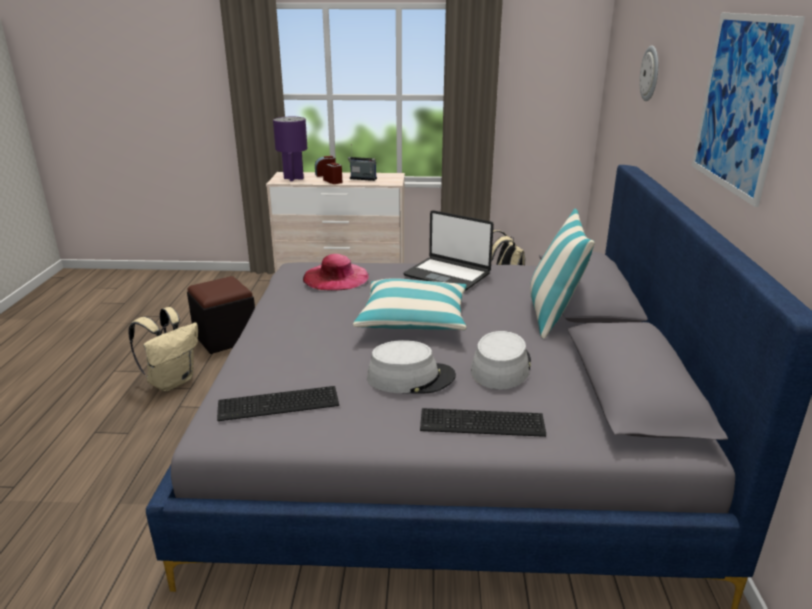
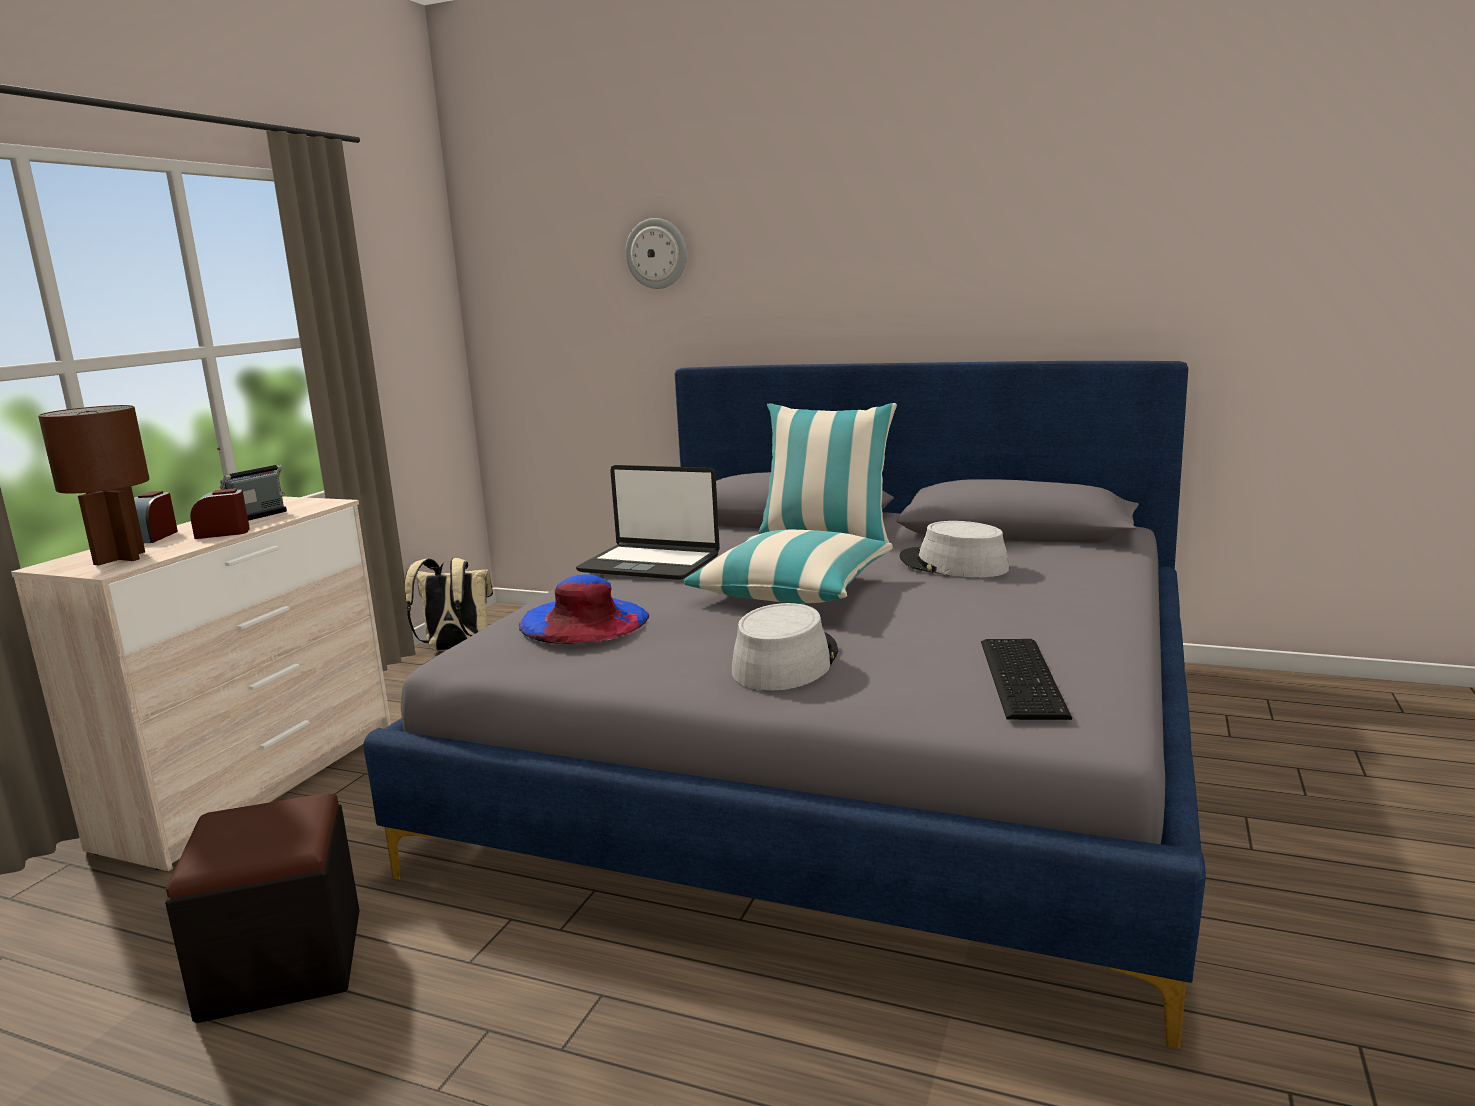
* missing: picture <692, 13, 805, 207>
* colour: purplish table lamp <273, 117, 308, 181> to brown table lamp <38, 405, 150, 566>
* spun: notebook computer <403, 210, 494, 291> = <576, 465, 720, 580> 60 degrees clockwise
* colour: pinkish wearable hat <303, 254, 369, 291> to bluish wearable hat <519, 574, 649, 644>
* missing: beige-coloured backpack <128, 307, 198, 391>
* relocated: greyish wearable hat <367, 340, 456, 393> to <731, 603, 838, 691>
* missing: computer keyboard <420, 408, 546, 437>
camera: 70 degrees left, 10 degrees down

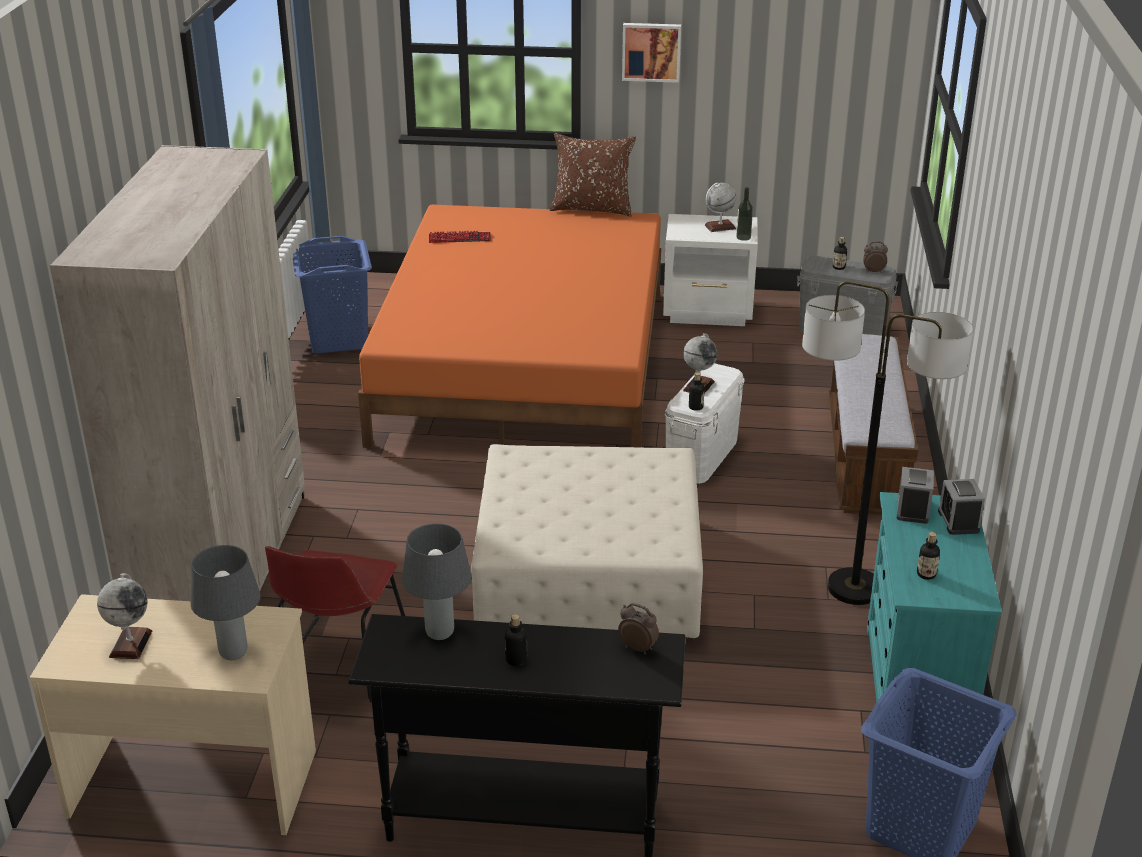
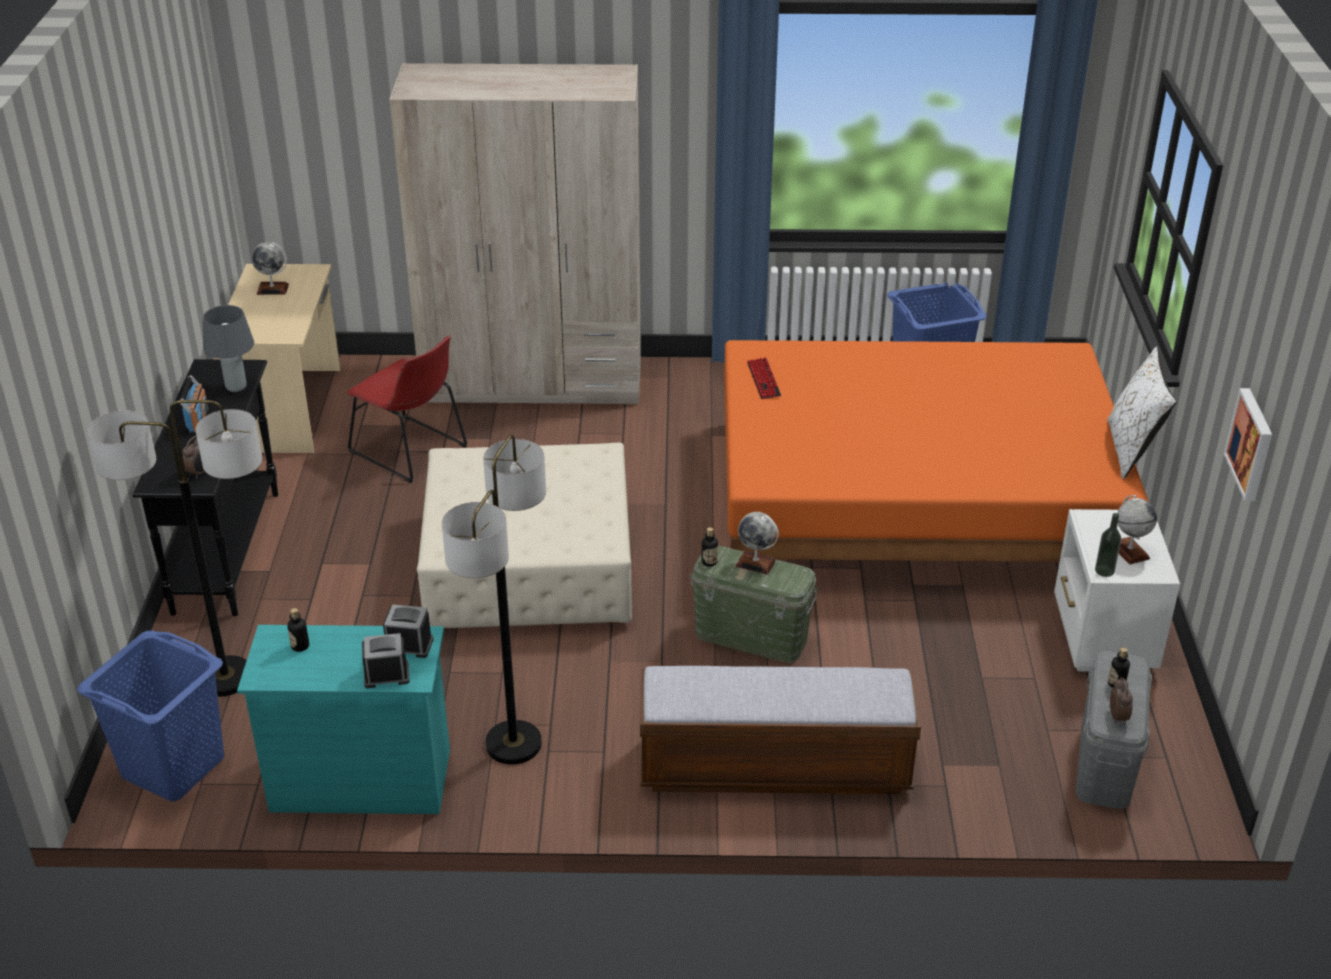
* relocated: picture <622, 23, 681, 83> to <1224, 388, 1272, 501>
* colour: brown pillow <550, 133, 636, 217> to white pillow <1107, 346, 1177, 479>
* relocated: computer keyboard <429, 231, 491, 243> to <747, 357, 781, 399>
* colour: white storage container <665, 363, 744, 484> to greenish storage container <690, 546, 818, 663>
* missing: greyish table lamp <191, 545, 261, 660>
* spun: red-coloured upright chair <265, 546, 405, 702> = <347, 335, 467, 483> 150 degrees counterclockwise
* exchanged: drink bottle <505, 614, 527, 666> to radio set <180, 375, 209, 433>
* appeared: standing lamp <87, 400, 262, 696>
camera: 85 degrees right, 5 degrees up

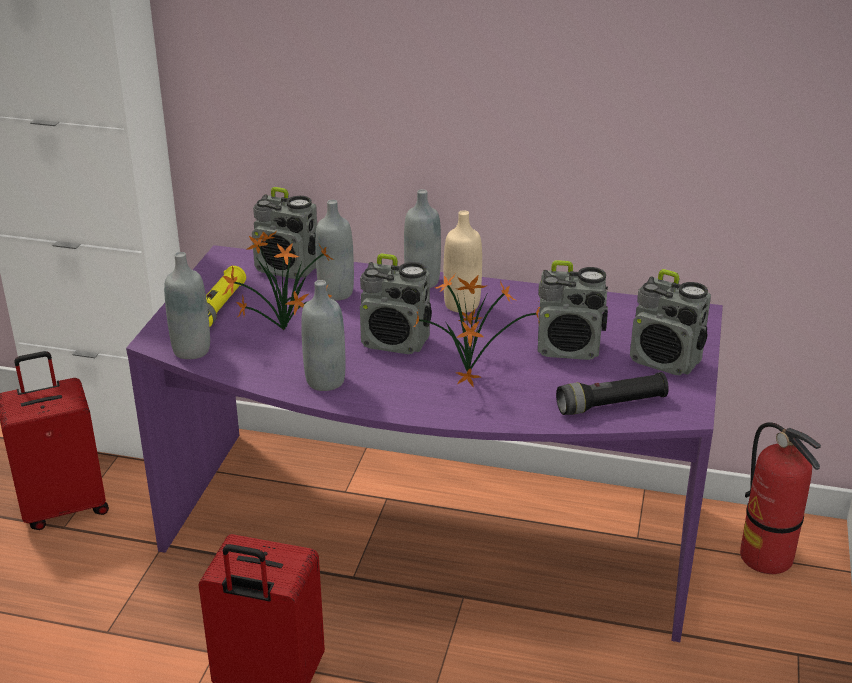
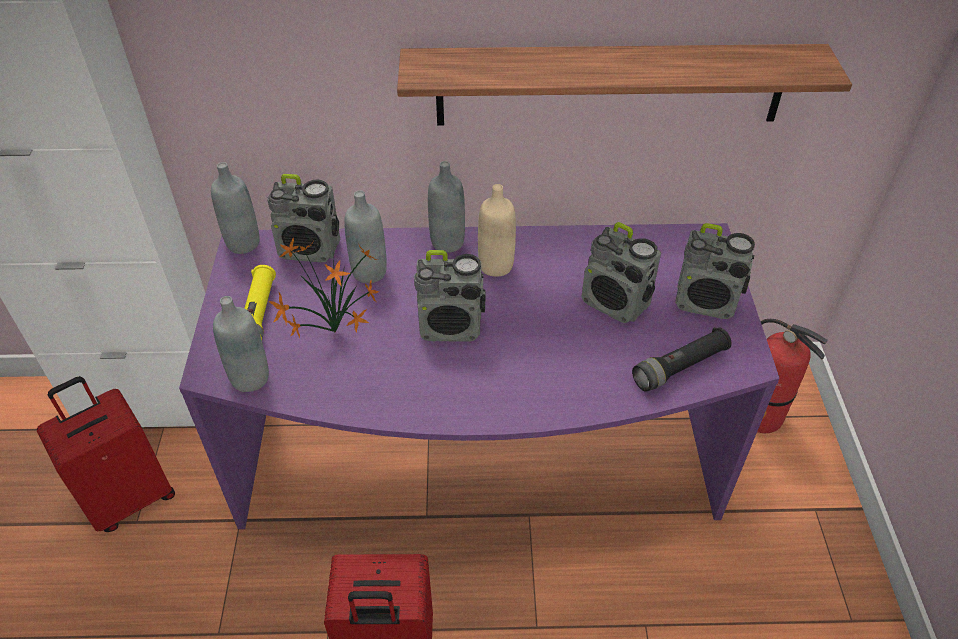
* spun: radio set <538, 260, 608, 360> = <582, 222, 661, 323> 45 degrees clockwise
* missing: potted plant <414, 274, 541, 388>
* relocated: greyish drink bottle <301, 280, 345, 391> to <211, 162, 260, 254>
* appeared: wall shelf <397, 44, 852, 126>
camera: 15 degrees left, 15 degrees up

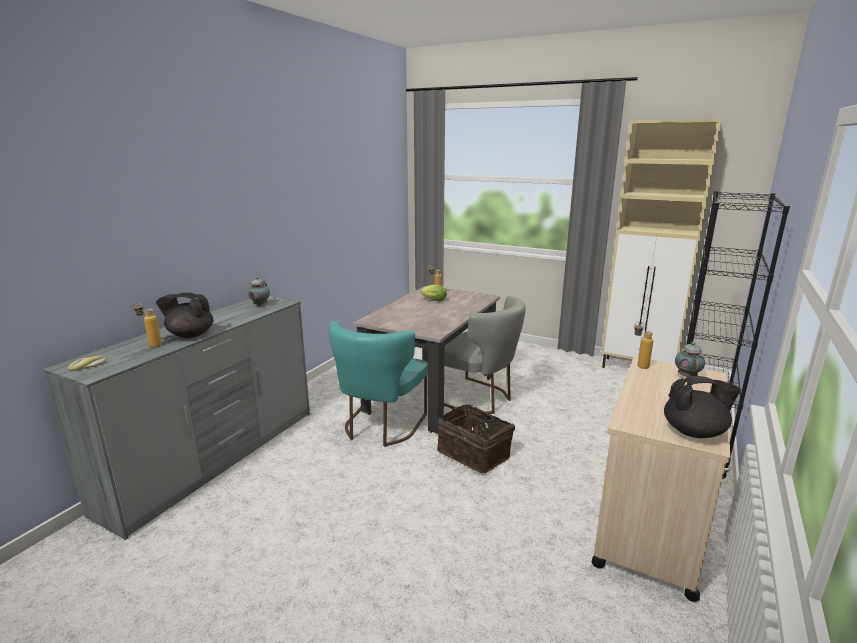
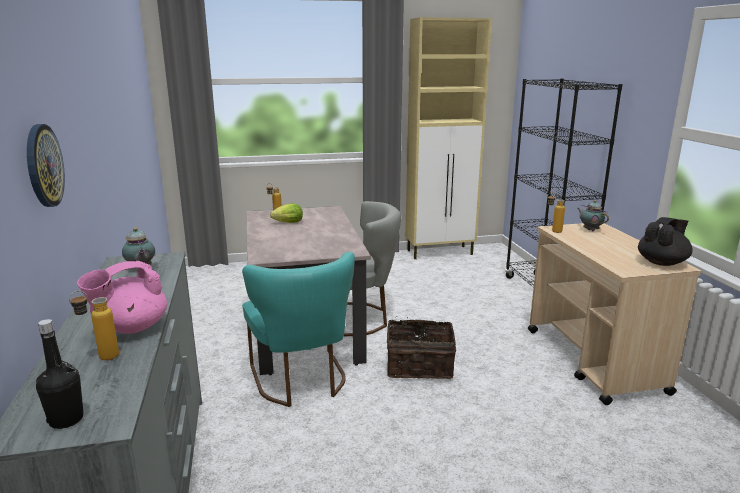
* colour: blackish tea pot <156, 293, 213, 338> to pinkish tea pot <77, 261, 167, 334>
* exchanged: baked bread <68, 356, 107, 371> to blackish drink bottle <36, 319, 84, 429>
* appeared: clock on the wall <27, 124, 65, 207>
camera: 40 degrees left, 0 degrees up

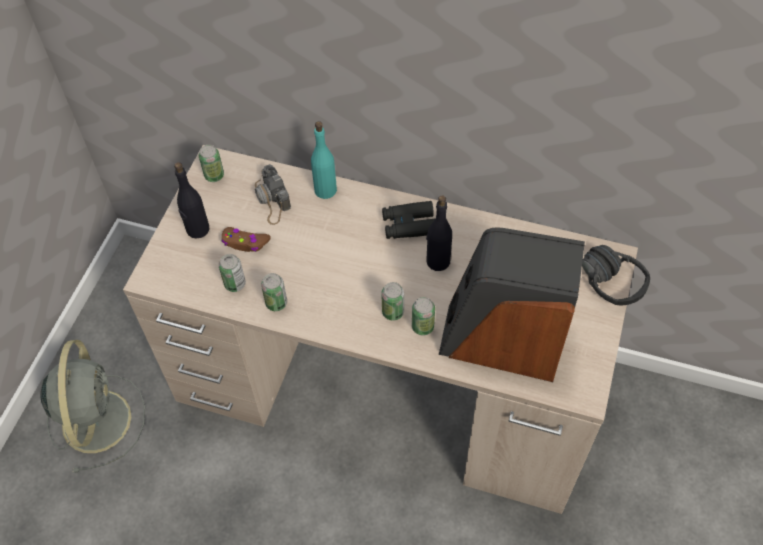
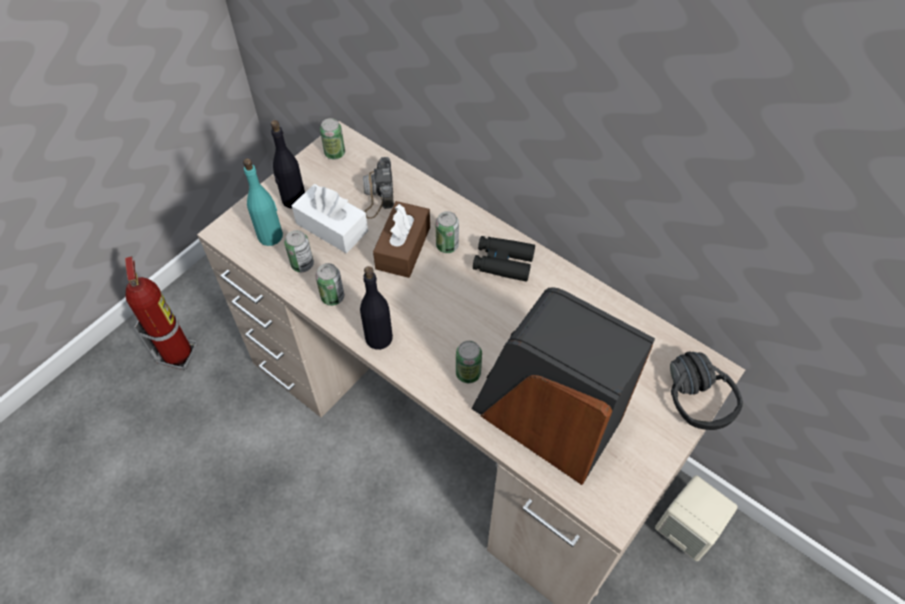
* relocated: turquoise-coloured drink bottle <311, 121, 337, 199> to <243, 158, 283, 246>
* relocated: blackish drink bottle <426, 196, 452, 271> to <360, 266, 393, 350>
* exchanged: brown game controller <222, 227, 271, 252> to white box of tissues <292, 184, 368, 253>
* relocated: metal can <381, 282, 404, 321> to <435, 211, 459, 253>
* exchanged: greyish cooling fan <40, 340, 145, 473> to extinguisher <125, 256, 198, 370>
* appeared: brown box of tissues <373, 201, 430, 278>
* appeared: beige-coloured loudspeaker <655, 475, 738, 561>
camera: 20 degrees right, 0 degrees up

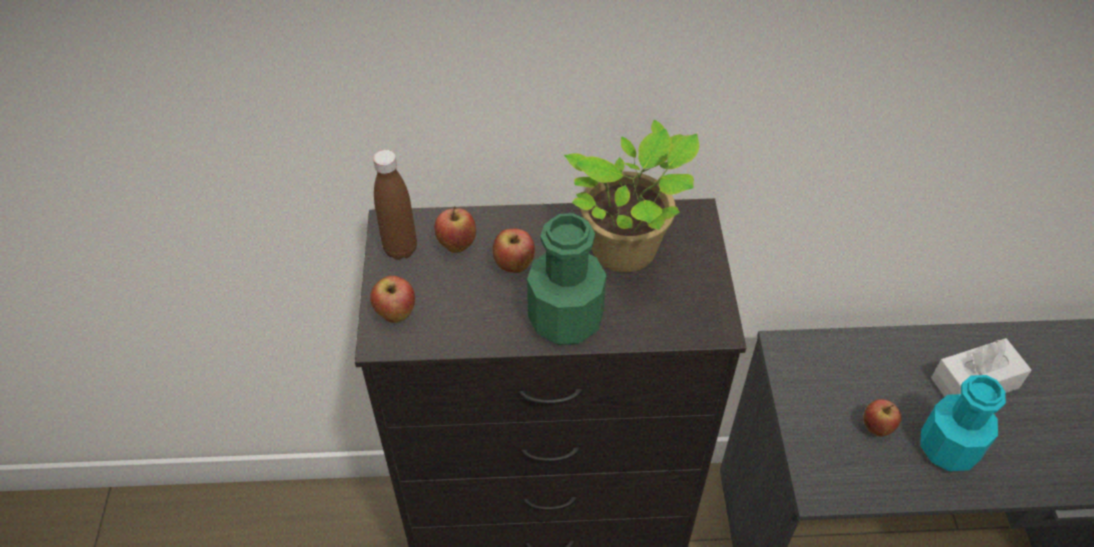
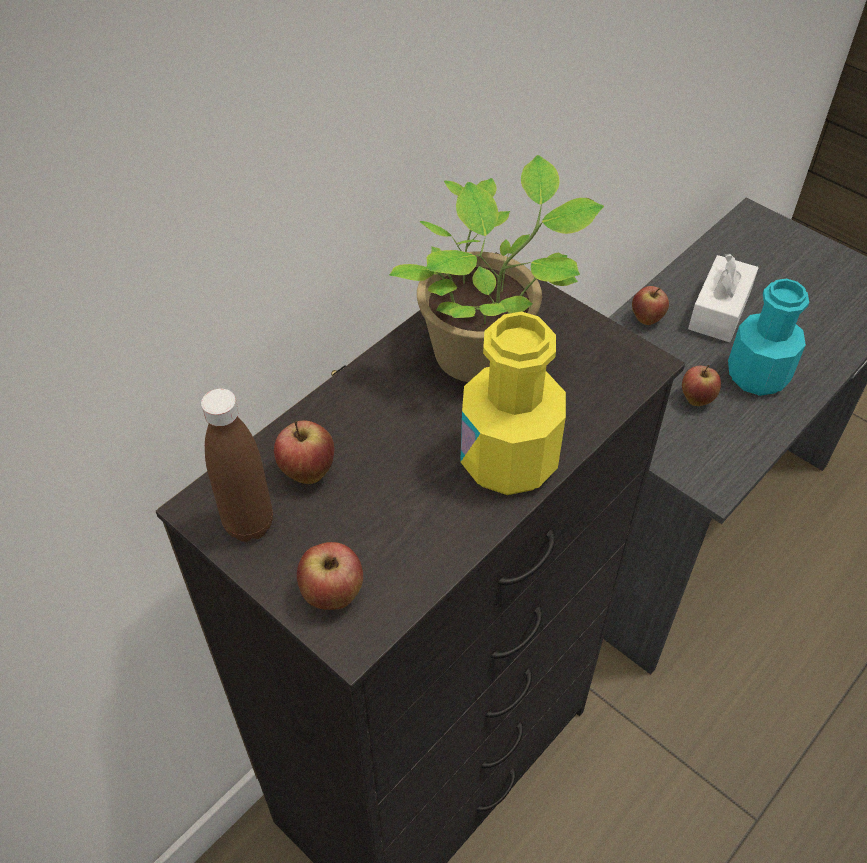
* colour: greenish drink bottle <527, 213, 606, 345> to yellow-coloured drink bottle <460, 311, 566, 495>
* relocated: apple <493, 229, 535, 273> to <632, 286, 669, 325>
camera: 45 degrees left, 0 degrees up

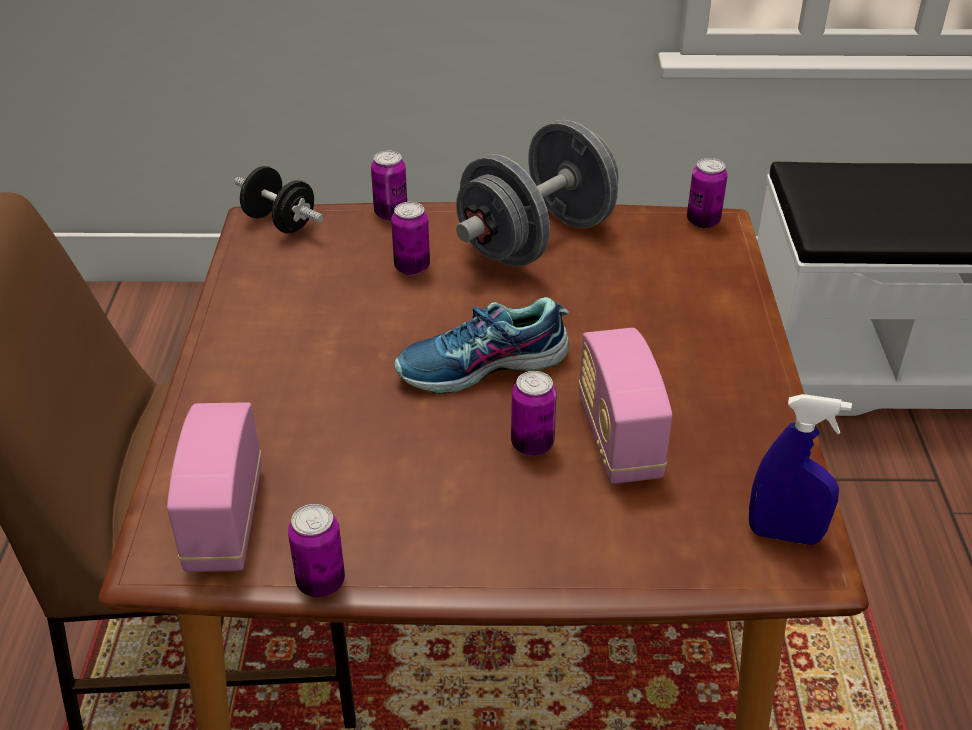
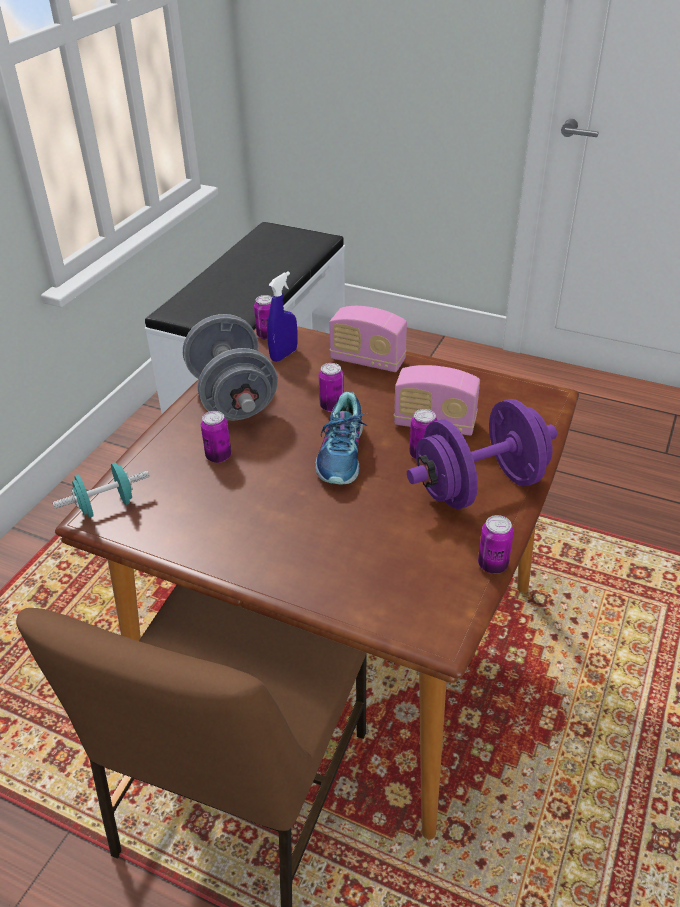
* relocated: metal can <371, 151, 407, 220> to <319, 363, 344, 412>
* colour: blackish free weight <235, 166, 323, 233> to turquoise-coloured free weight <53, 463, 149, 517>
* relocated: bluish hand sprayer <749, 394, 852, 545> to <267, 271, 298, 362>
* relocated: radio set <167, 402, 262, 572> to <329, 306, 407, 372>
* appeared: purplish free weight <407, 399, 557, 509>
camera: 65 degrees left, 0 degrees up

